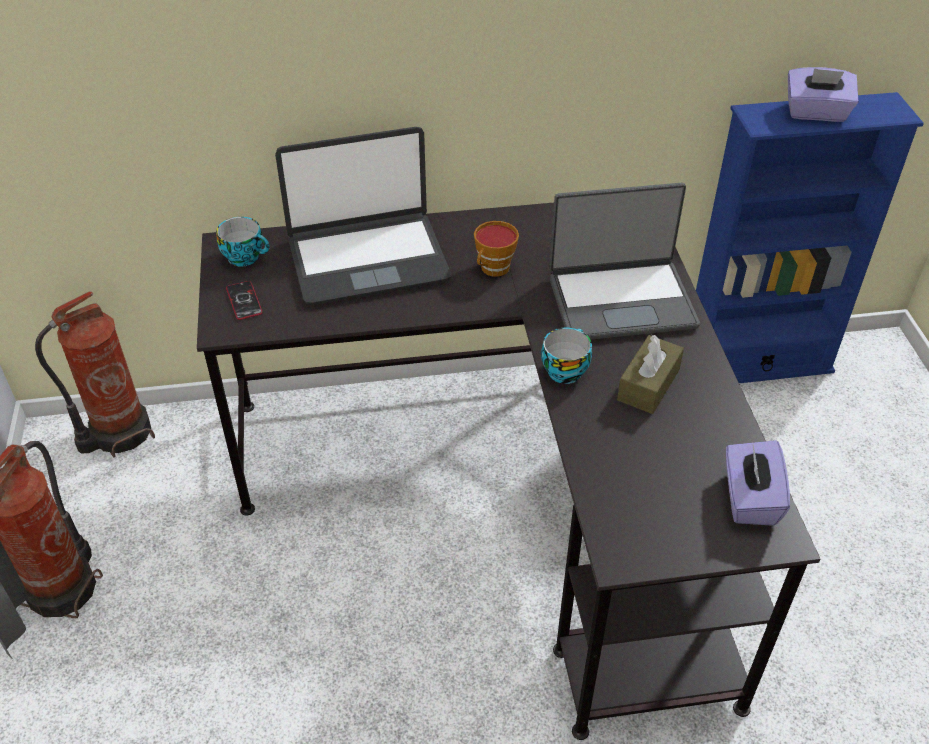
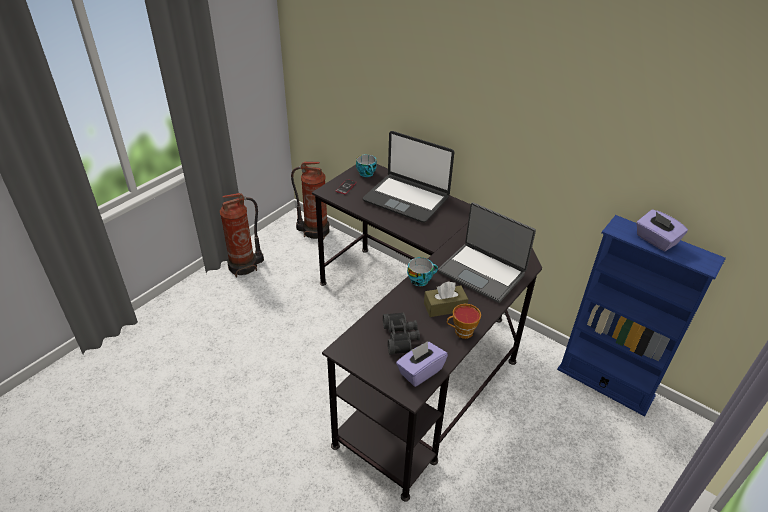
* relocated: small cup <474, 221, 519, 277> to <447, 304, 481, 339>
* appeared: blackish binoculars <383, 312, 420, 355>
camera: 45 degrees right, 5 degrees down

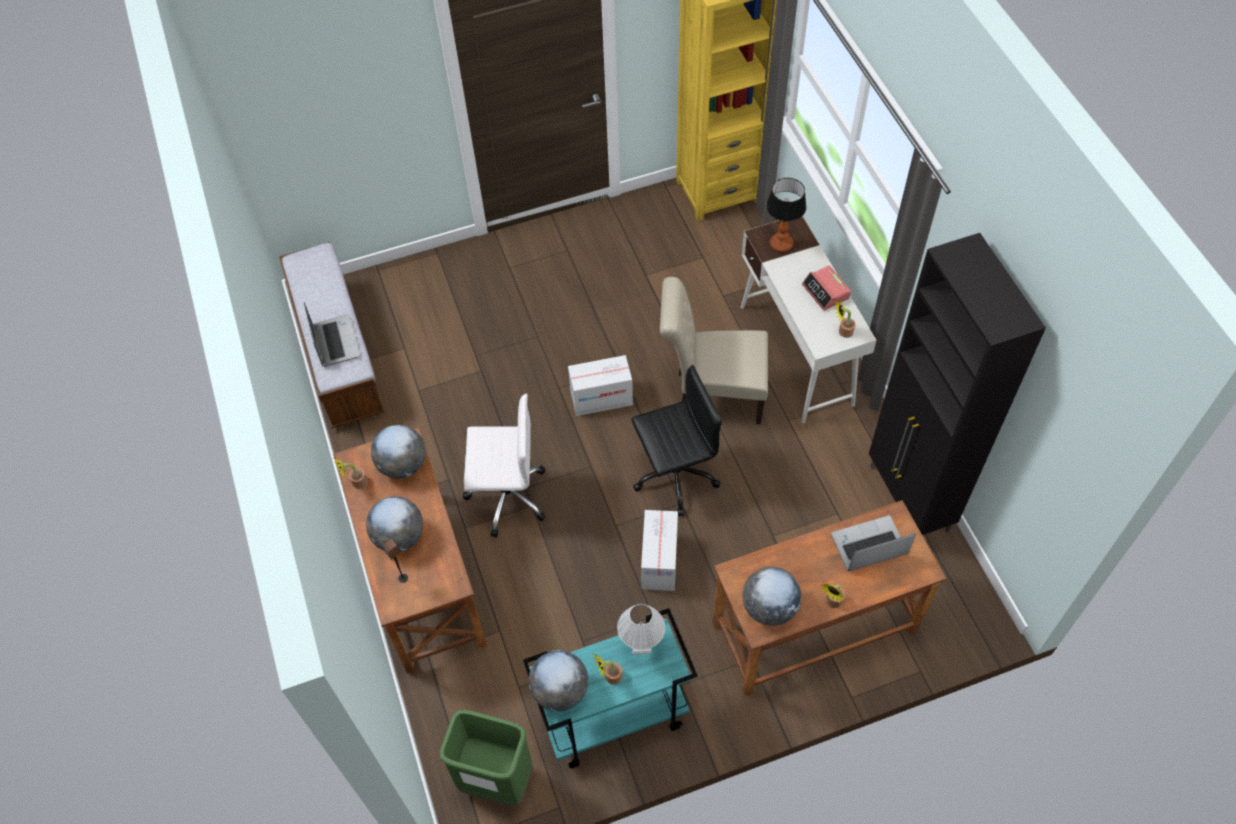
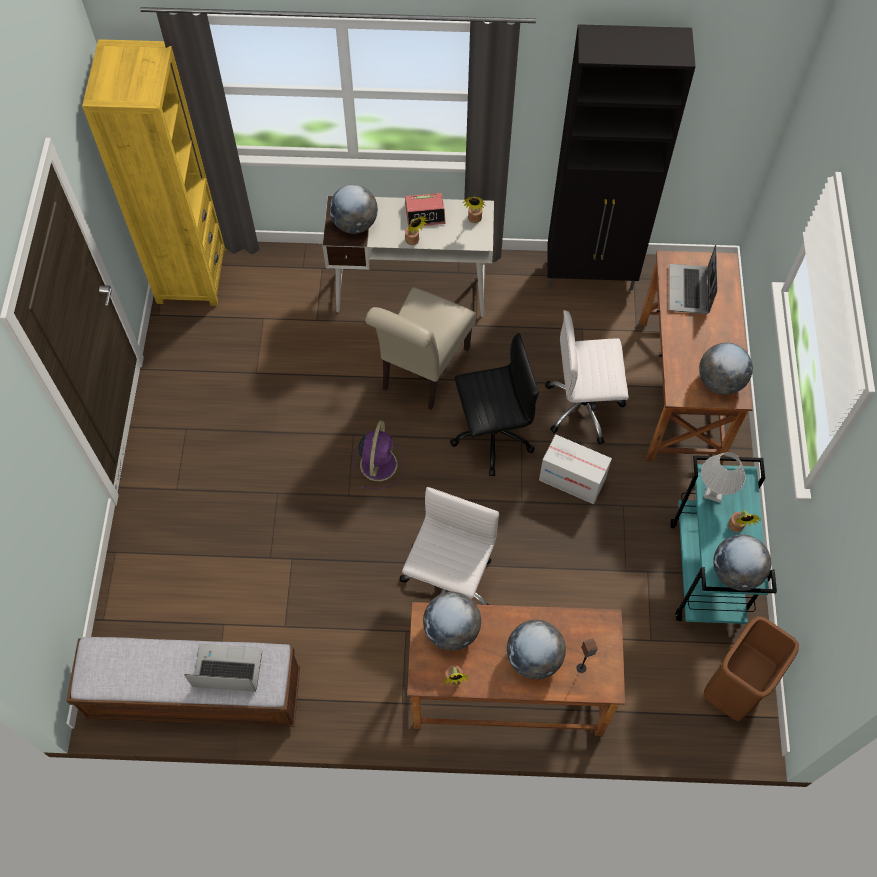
* exchanged: table lamp <766, 178, 807, 252> to desk globe <329, 185, 378, 234>
* exchanged: cardboard box <568, 355, 633, 416> to purplish cooling fan <353, 421, 406, 489>
* spun: blackish office chair <631, 365, 722, 516> = <450, 333, 539, 477> 75 degrees clockwise
* relocated: potted plant <820, 584, 845, 608> to <405, 216, 428, 245>
* colour: greenish rubbish bin <439, 710, 533, 806> to brown rubbish bin <703, 616, 799, 721>
* appeared: white office chair <545, 310, 629, 445>
camera: 70 degrees left, 5 degrees up

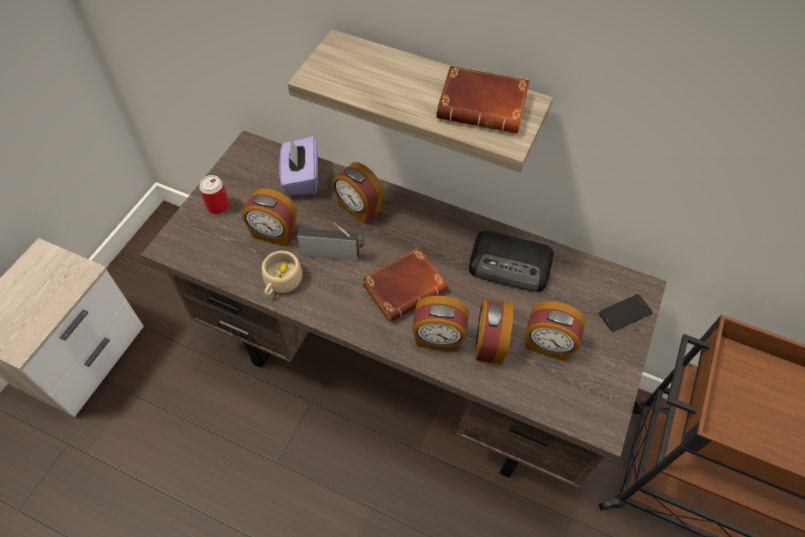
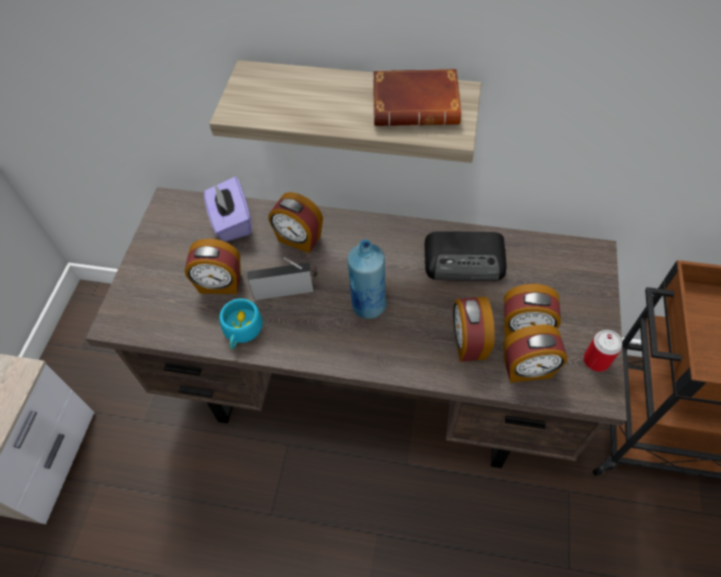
* relocated: metal can <199, 175, 229, 214> to <584, 330, 622, 372>
* exchanged: brown volume <362, 248, 448, 322> to bluish drink bottle <347, 239, 387, 319>
* colour: beige-coloured small cup <262, 251, 303, 296> to turquoise-coloured small cup <219, 299, 263, 349>
* missing: phone <599, 294, 653, 332>
* relocated: bedside clock <412, 296, 469, 352> to <503, 325, 567, 383>
camera: 10 degrees left, 0 degrees up

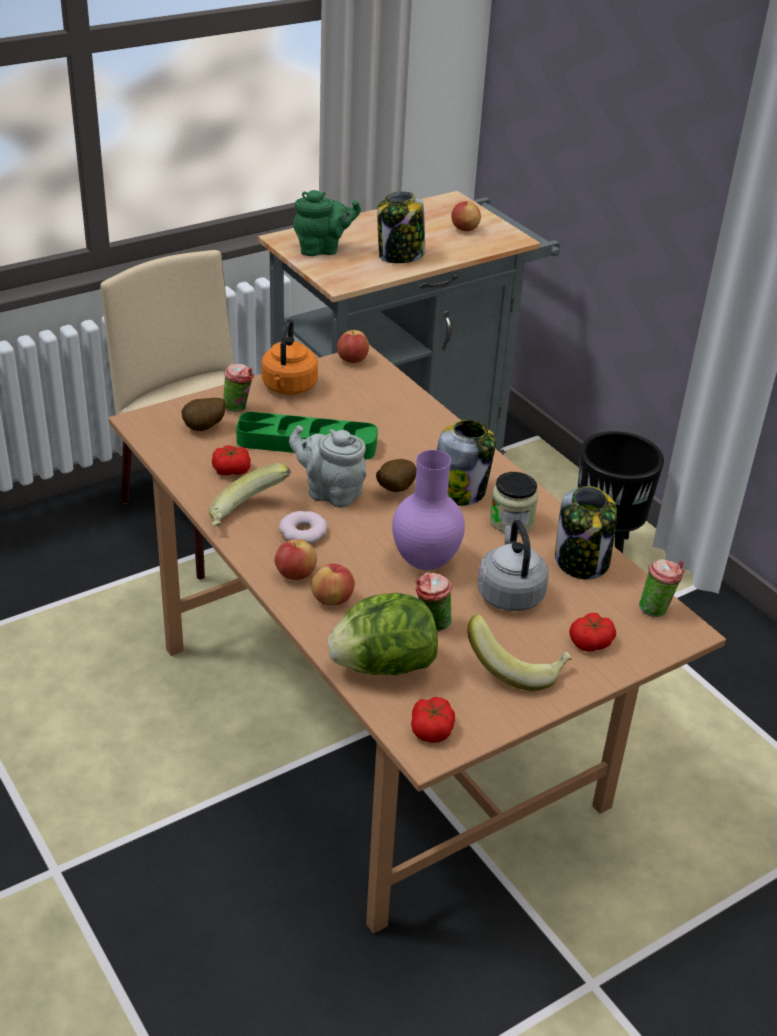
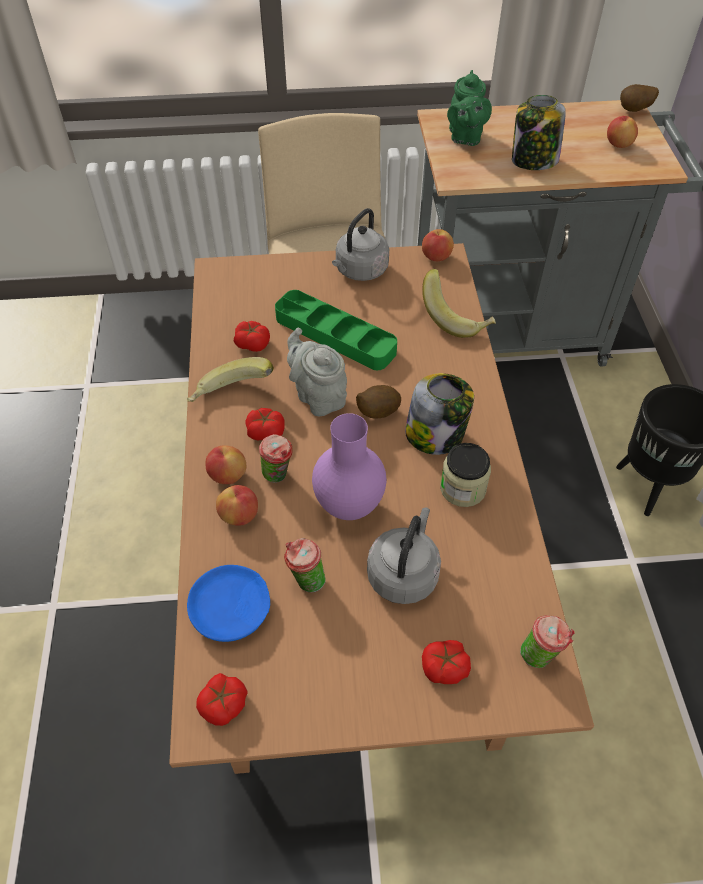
* spun: greenish tea pot <293, 190, 361, 256> = <447, 70, 492, 146> 75 degrees clockwise
* colour: orange-coloured tea kettle <261, 319, 318, 395> to greyish tea kettle <332, 208, 389, 281>
* relocated: small cup <223, 364, 254, 412> to <259, 434, 293, 483>
* relocated: potato <181, 398, 226, 431> to <620, 84, 659, 112>
* missing: jar <555, 486, 617, 579>
* exchanged: donut <279, 511, 328, 544> to fresh tomato <245, 408, 285, 441>
* exchanged: lettuce <328, 593, 438, 675> to bluish plate <187, 565, 270, 642>
* relocated: banana <467, 615, 572, 691> to <422, 269, 496, 338>
camera: 30 degrees right, 15 degrees up

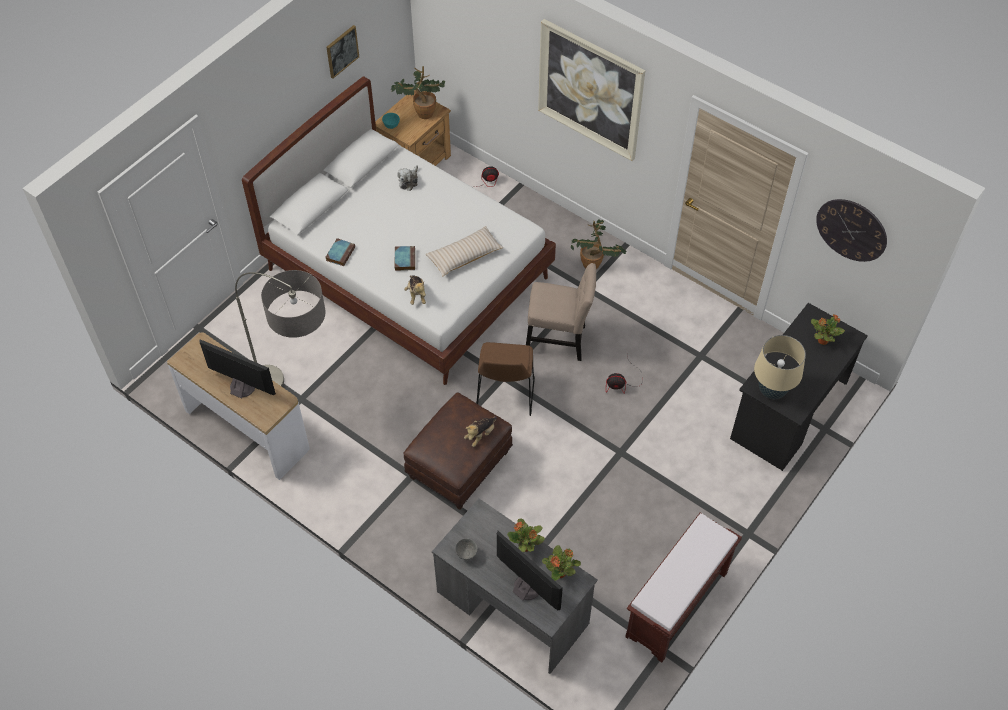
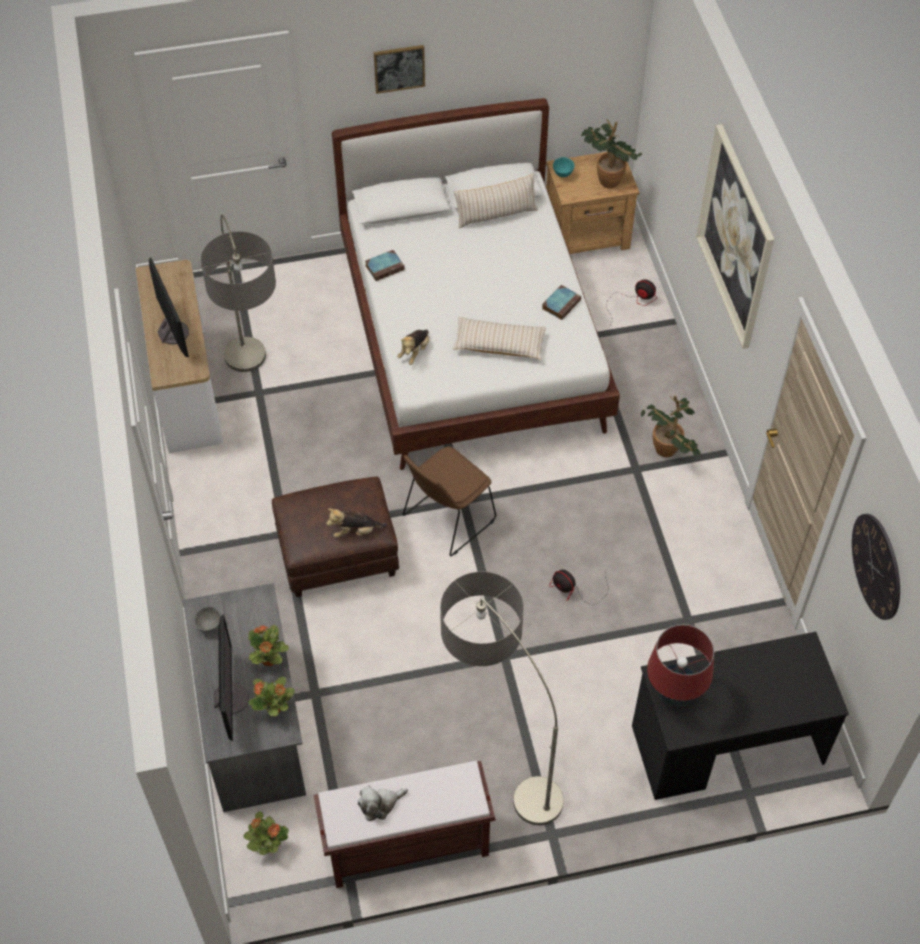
* relocated: picture <326, 25, 359, 78> to <374, 45, 425, 94>
* relocated: soft toy <397, 165, 418, 191> to <357, 786, 408, 821>
* relocated: volume <395, 246, 415, 271> to <542, 285, 581, 320>
* missing: beige-coloured upright chair <526, 263, 596, 361>
* relocated: potted plant <811, 314, 845, 345> to <244, 811, 289, 855>
* colour: beige-coloured table lamp <754, 335, 806, 399> to red-coloured table lamp <647, 624, 714, 707>
* appeared: beige-coloured pillow <454, 174, 538, 228>
* appeared: standing lamp <440, 572, 564, 825>
camera: 40 degrees right, 0 degrees up

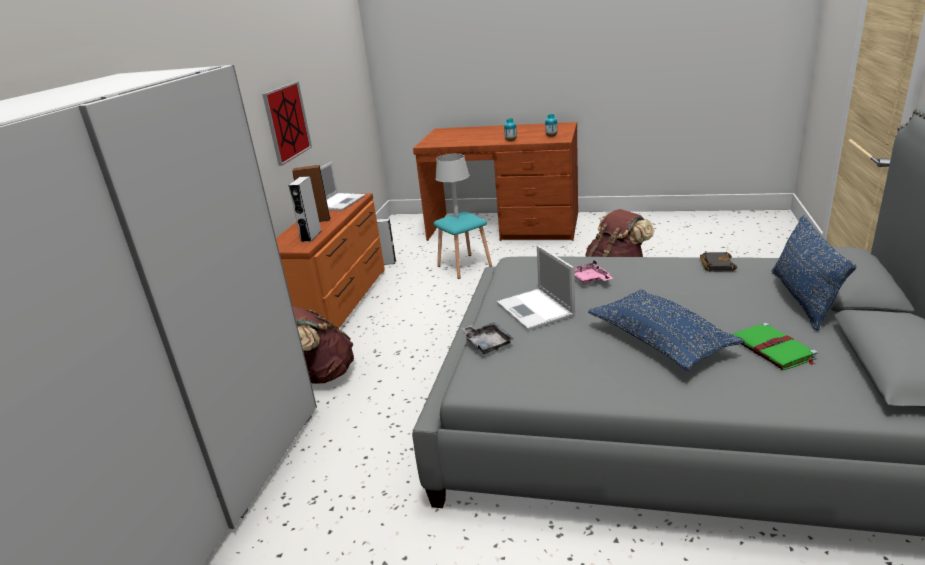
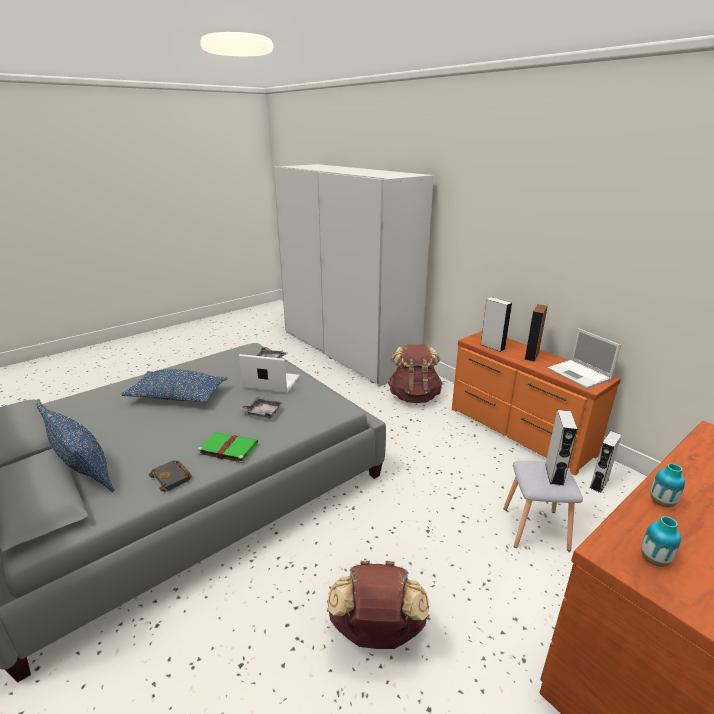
* missing: picture <262, 81, 312, 166>
* exchanged: greyish table lamp <435, 154, 470, 218> to greyish loudspeaker <545, 410, 577, 486>
* colour: turquoise-coloured stool seat <433, 212, 492, 279> to greyish stool seat <503, 461, 583, 551>
* colour: pinkish serving tray <574, 260, 613, 285> to greyish serving tray <239, 397, 283, 419>
* relocated: greenish volume <733, 323, 817, 370> to <198, 432, 258, 463>
camera: 125 degrees right, 0 degrees up

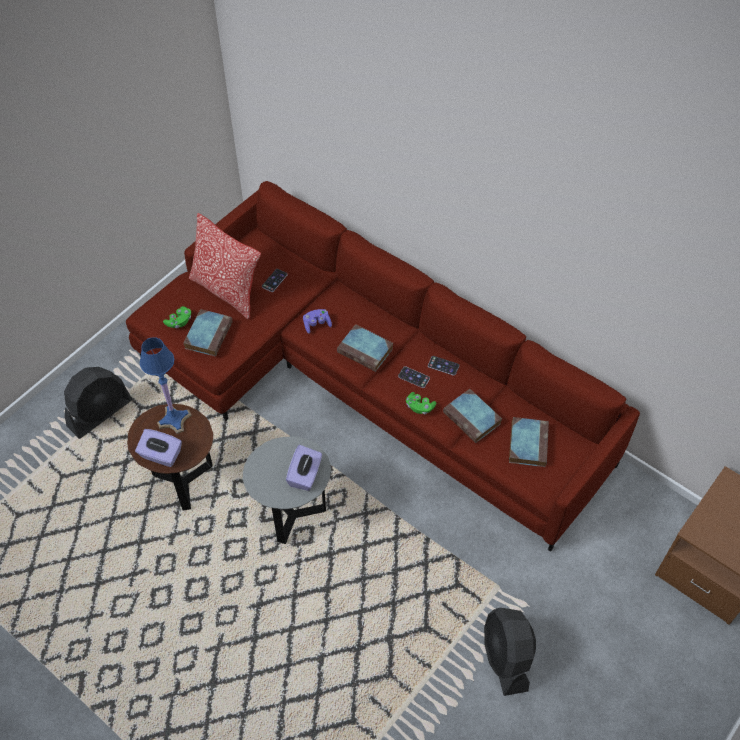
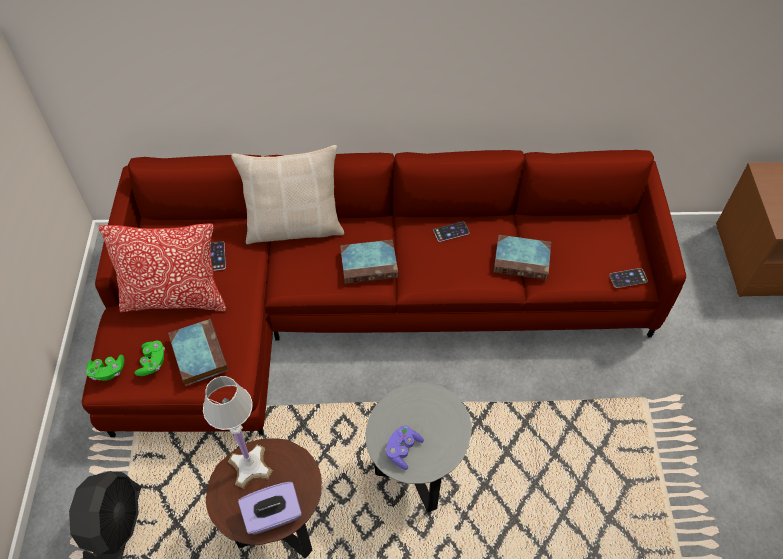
* relocated: purplish game controller <303, 309, 332, 334> to <385, 426, 424, 470>
* colour: bluish table lamp <140, 337, 192, 434> to white table lamp <203, 376, 273, 489>
* relocated: phone <398, 366, 430, 388> to <609, 268, 648, 288>
* relocated: greenish game controller <406, 392, 436, 414> to <86, 354, 124, 381>
* missing: volume <509, 417, 549, 467>
* missing: purplish box of tissues <286, 445, 322, 491>
* missing: blackish cooling fan <484, 608, 536, 696>
* appeared: beige-coloured pillow <231, 145, 344, 244>
camera: 40 degrees left, 0 degrees up

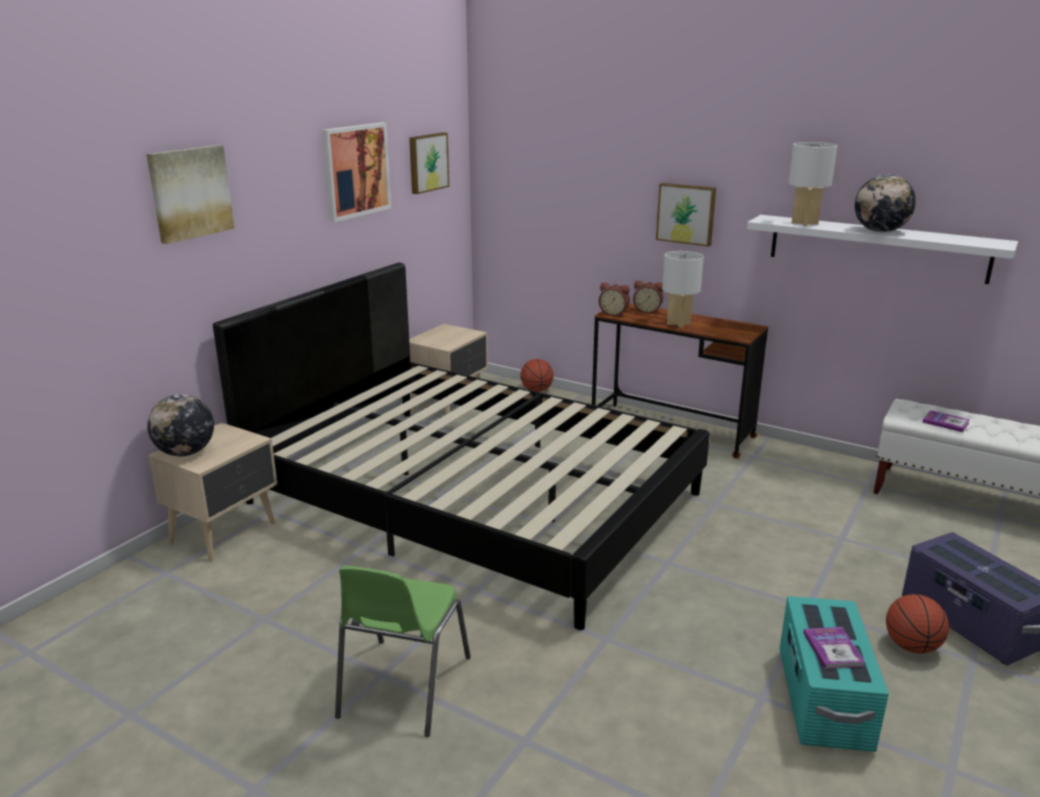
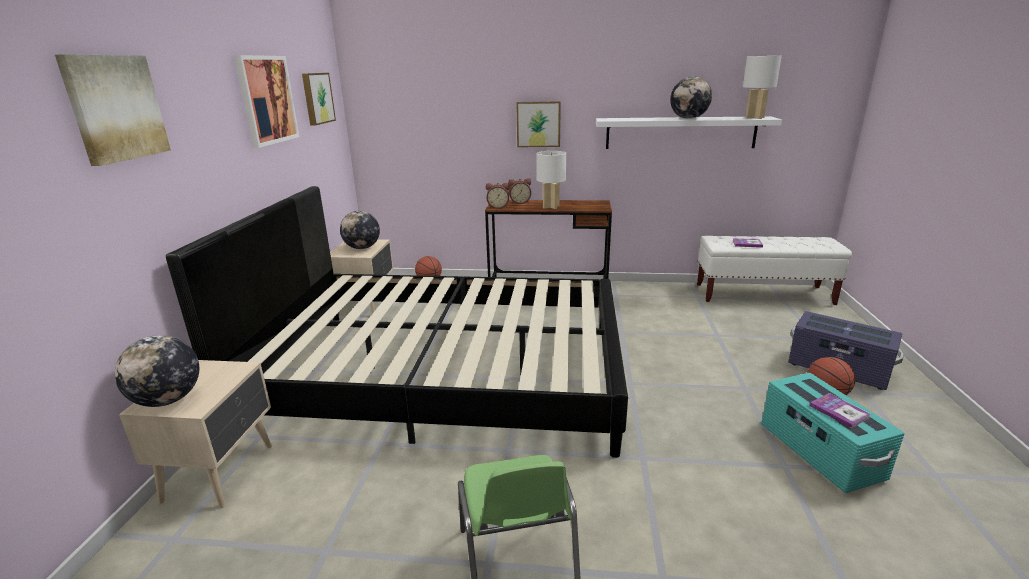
* relocated: white table lamp <788, 142, 837, 226> to <743, 56, 782, 119>
* appeared: desk globe <340, 211, 380, 249>
camera: 25 degrees left, 0 degrees up

